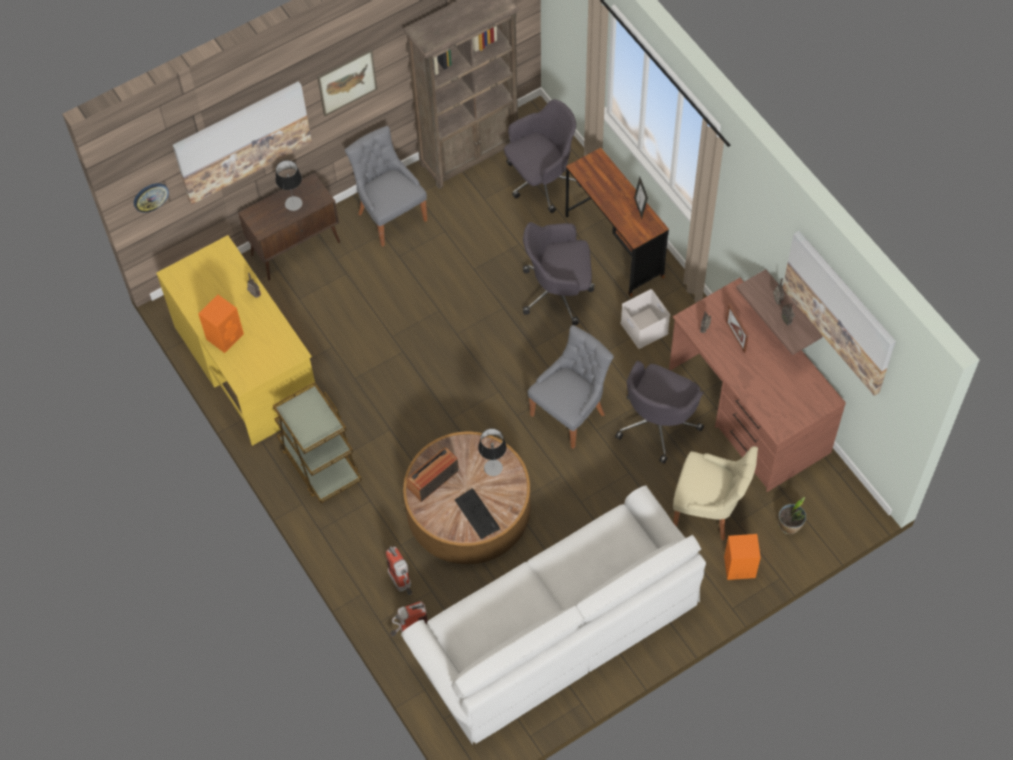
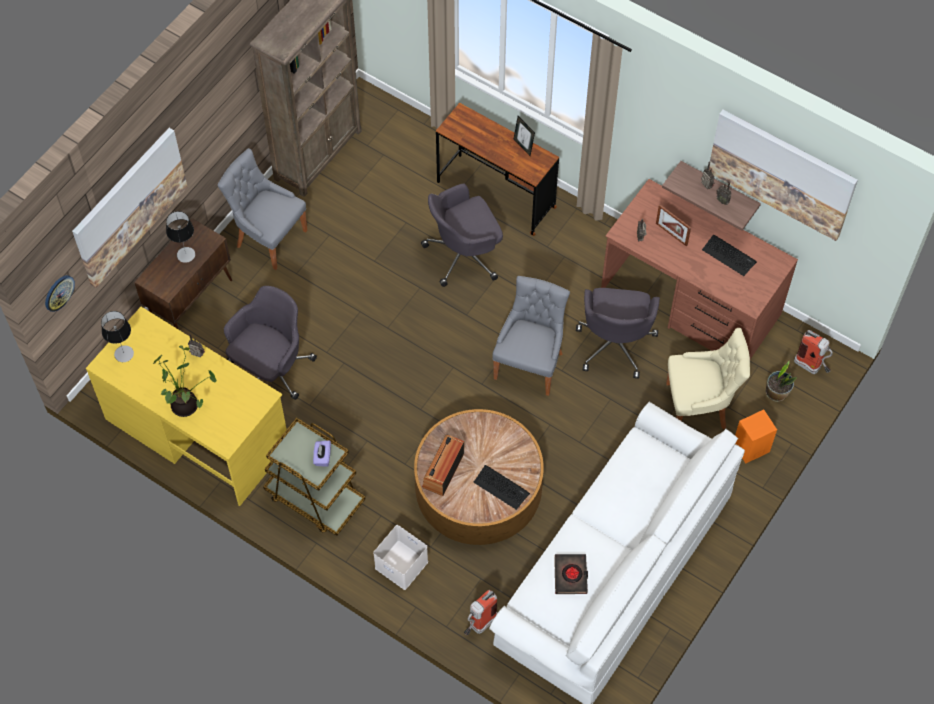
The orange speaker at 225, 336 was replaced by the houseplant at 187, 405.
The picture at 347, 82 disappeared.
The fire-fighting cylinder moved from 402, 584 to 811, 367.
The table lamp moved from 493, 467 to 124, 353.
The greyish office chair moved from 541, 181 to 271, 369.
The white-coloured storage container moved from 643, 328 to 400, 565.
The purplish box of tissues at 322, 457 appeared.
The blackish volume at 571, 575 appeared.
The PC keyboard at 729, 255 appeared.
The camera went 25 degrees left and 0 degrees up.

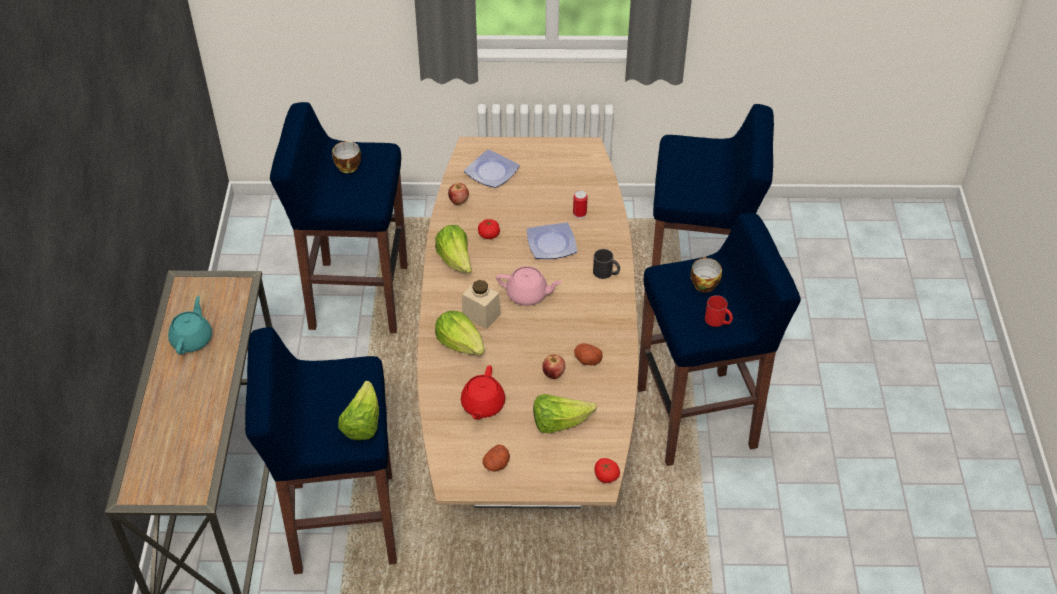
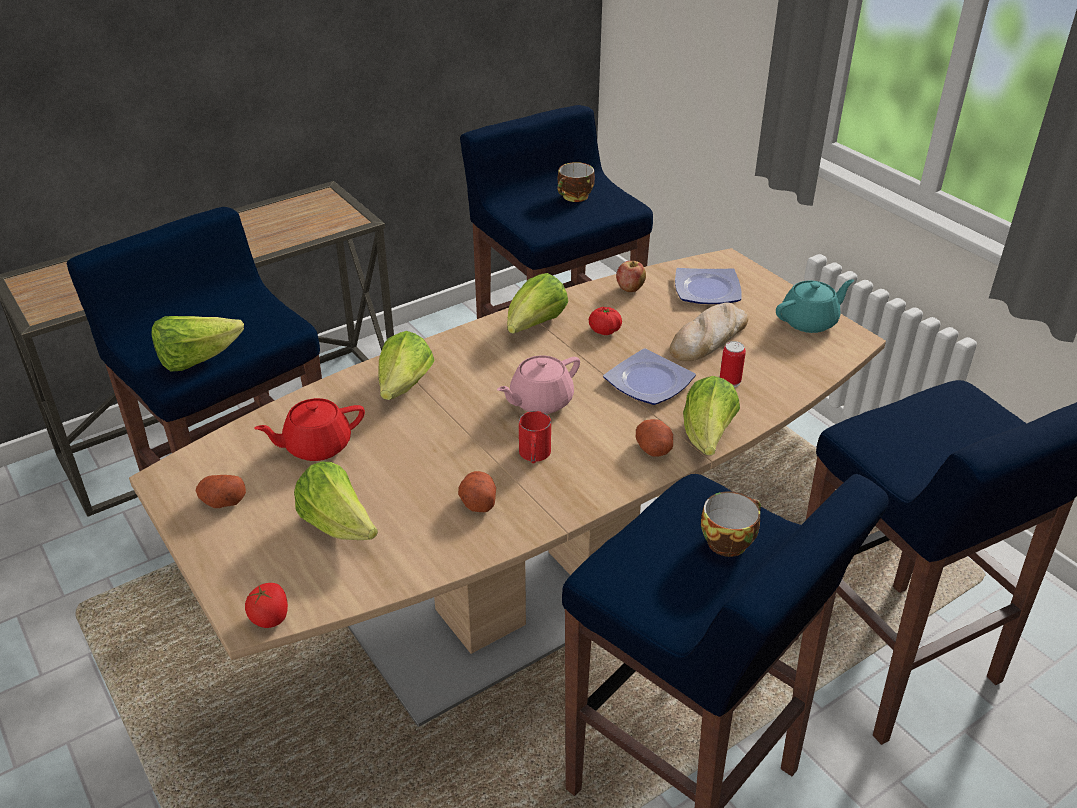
The turquoise tea pot moved from 192, 339 to 810, 321.
The sand-coloured storage jar at 481, 315 disappeared.
The pink tea pot at 528, 295 turned 75 degrees clockwise.
The apple at 553, 374 disappeared.
The blackish mug at 606, 273 was replaced by the spud at 654, 449.
The red mug moved from 718, 321 to 534, 455.
The bread at 708, 337 appeared.
The head of lettuce at 707, 437 appeared.
The camera went 55 degrees right and 10 degrees down.

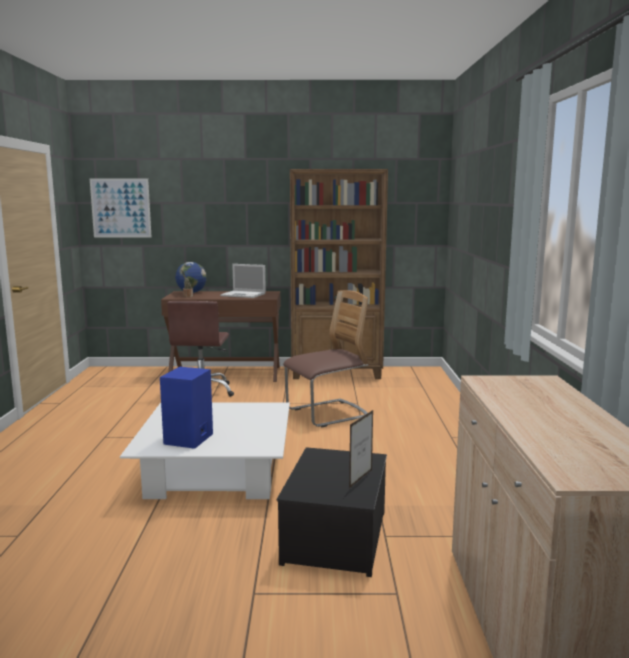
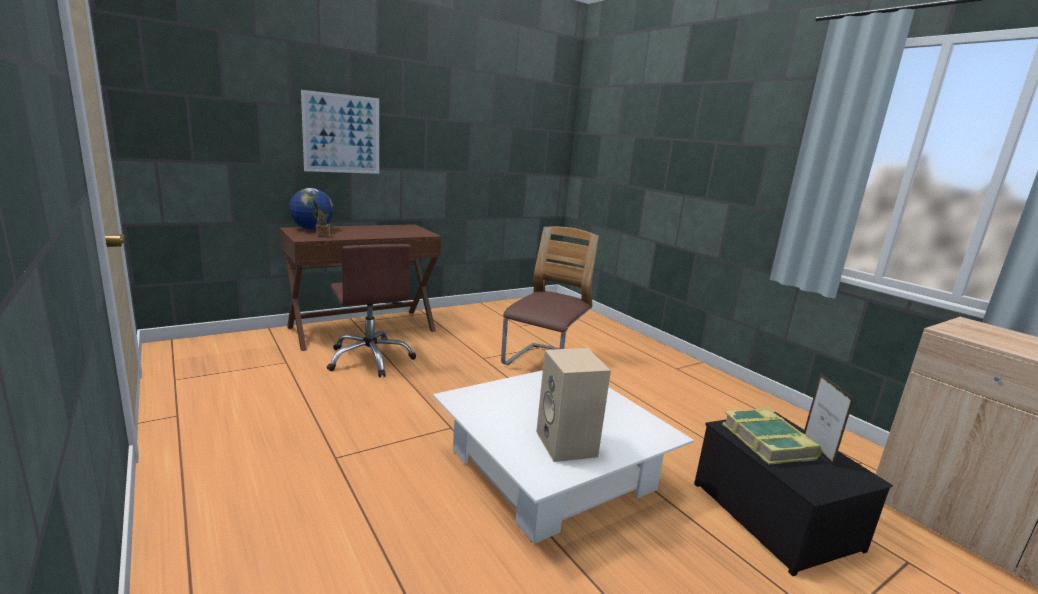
The picture moved from 121, 208 to 342, 134.
The blue-coloured speaker at 189, 439 became the sand-coloured speaker at 568, 445.
The portable computer at 244, 295 disappeared.
The brown-coloured bookcase at 337, 373 disappeared.
The volume at 768, 441 appeared.
The camera went 35 degrees left and 5 degrees up.

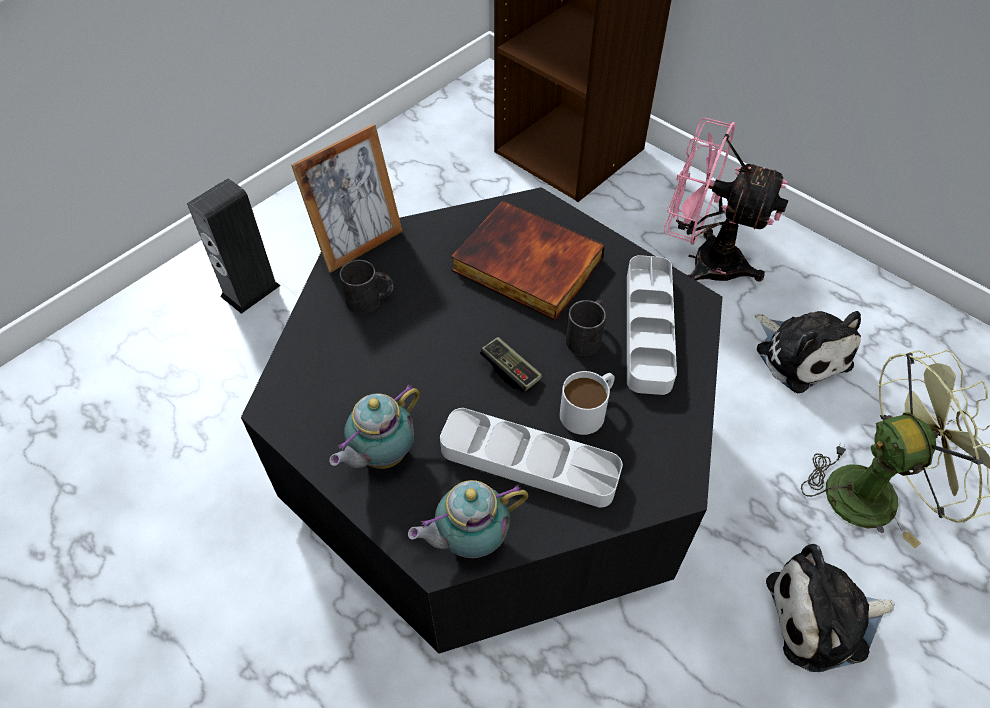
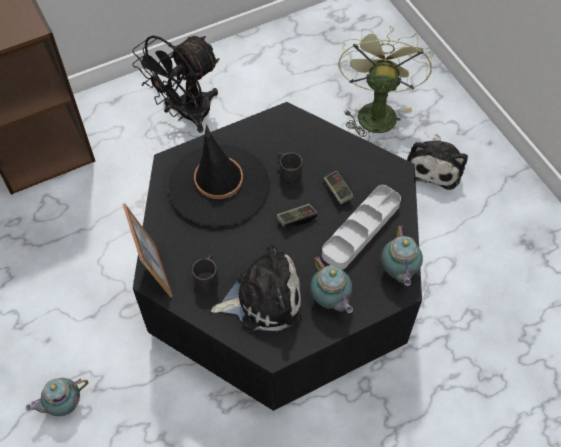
The speaker at 250, 291 was replaced by the tea pot at 63, 405.
The volume at 525, 266 was replaced by the blackish hat at 219, 185.
The white-coloured mug at 588, 409 was replaced by the joypad at 338, 191.
The greyish carrying tray at 648, 328 disappeared.
The pink fan at 703, 261 became the blackish fan at 186, 114.
The cuddly toy moved from 800, 353 to 263, 298.
The camera went 70 degrees left and 5 degrees up.

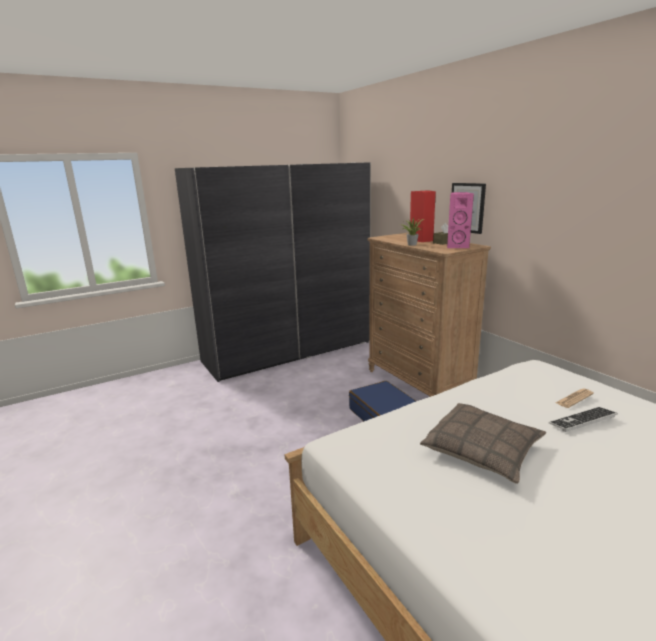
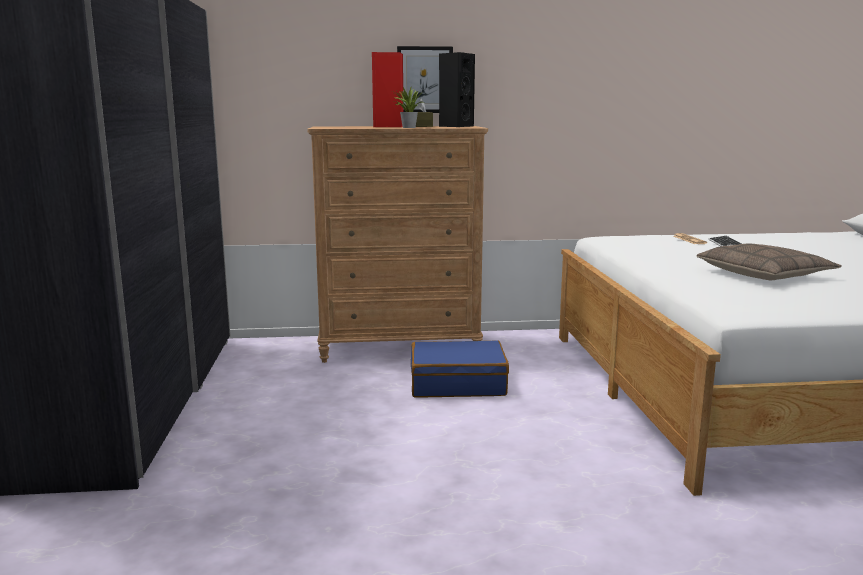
The pink speaker at 457, 246 became the blackish speaker at 455, 126.
The camera went 65 degrees left and 5 degrees down.

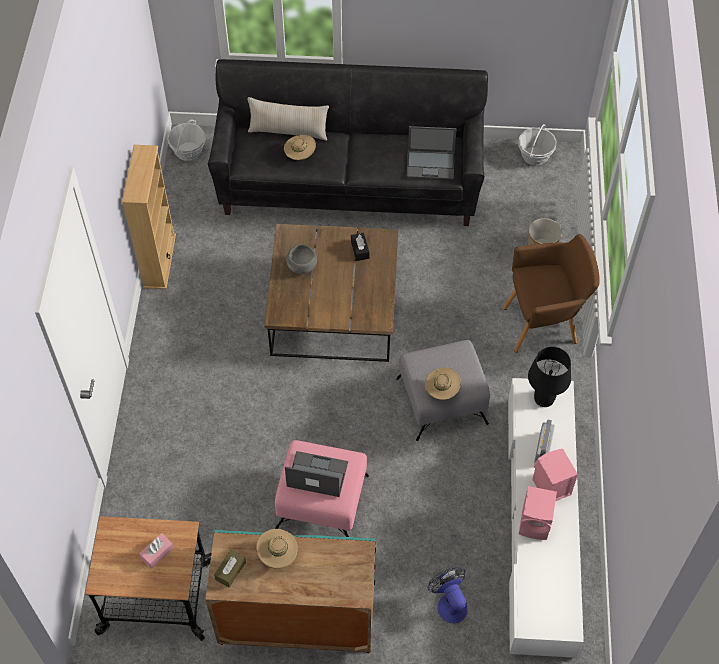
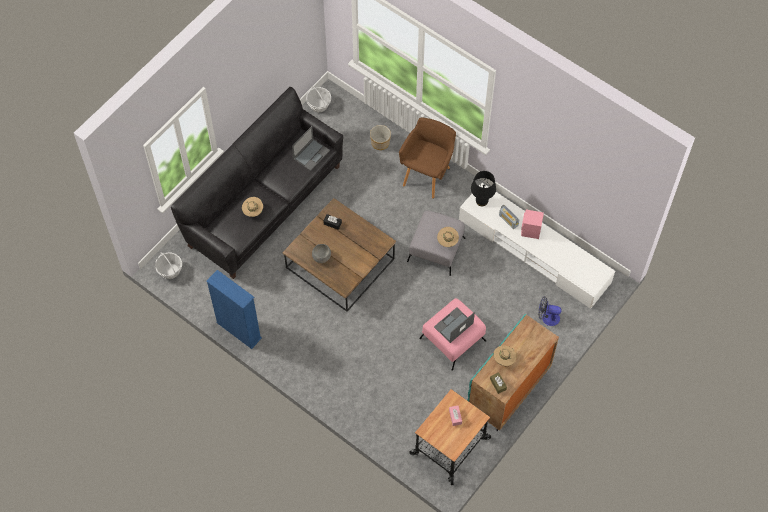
The sand-coloured bookcase at 159, 261 became the blue-coloured bookcase at 239, 330.
The sand-coloured cushion at 288, 131 disappeared.
The pink speaker at 536, 524 disappeared.
The camera went 55 degrees left and 5 degrees up.

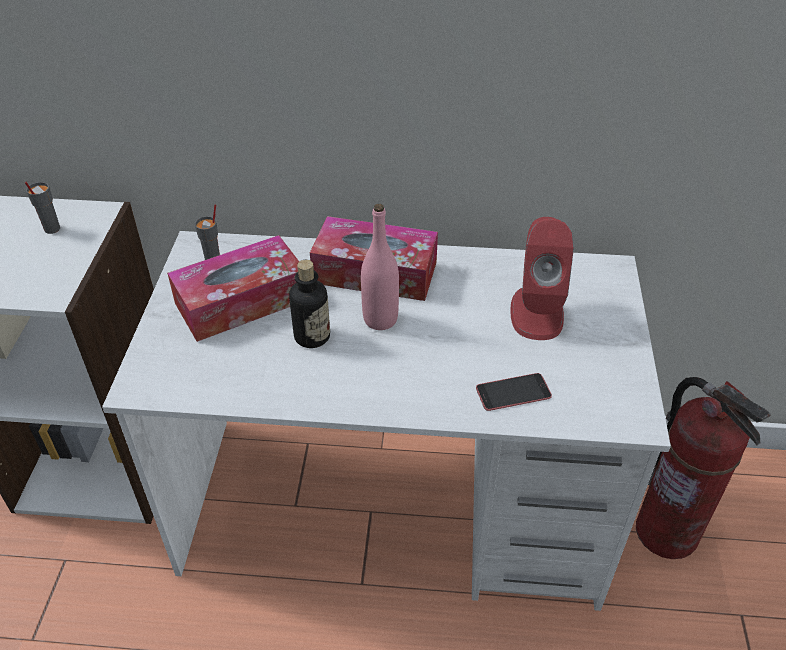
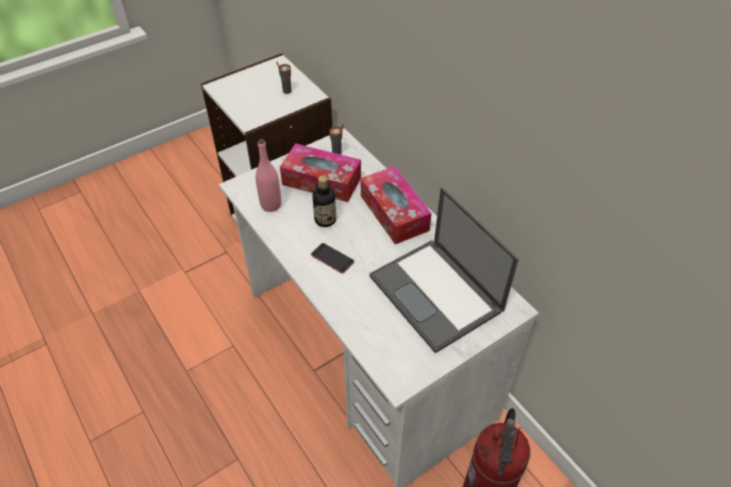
The pink beverage bottle moved from 380, 319 to 271, 205.
The handset moved from 513, 392 to 332, 258.
The red speaker at 536, 312 was replaced by the portable computer at 437, 294.
The camera went 50 degrees right and 5 degrees up.

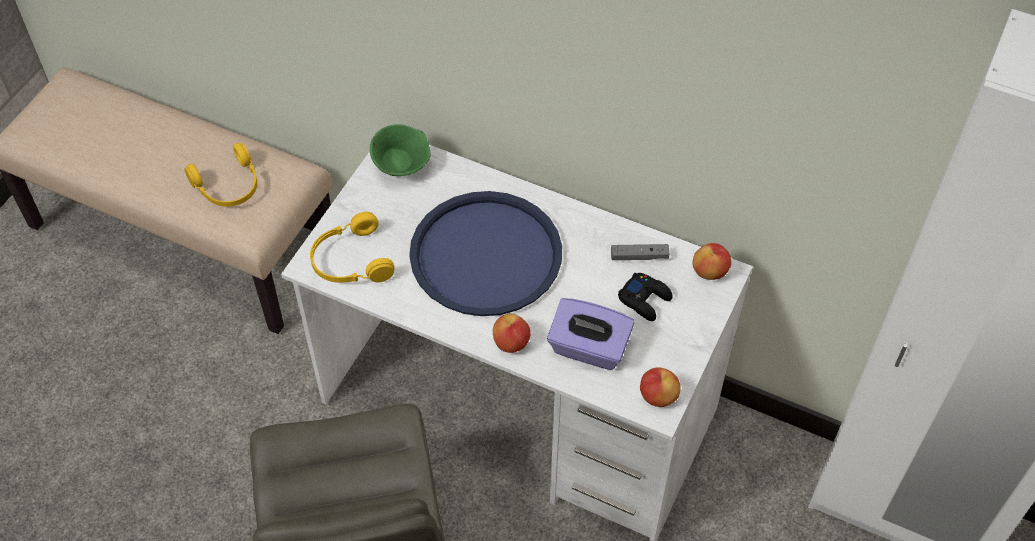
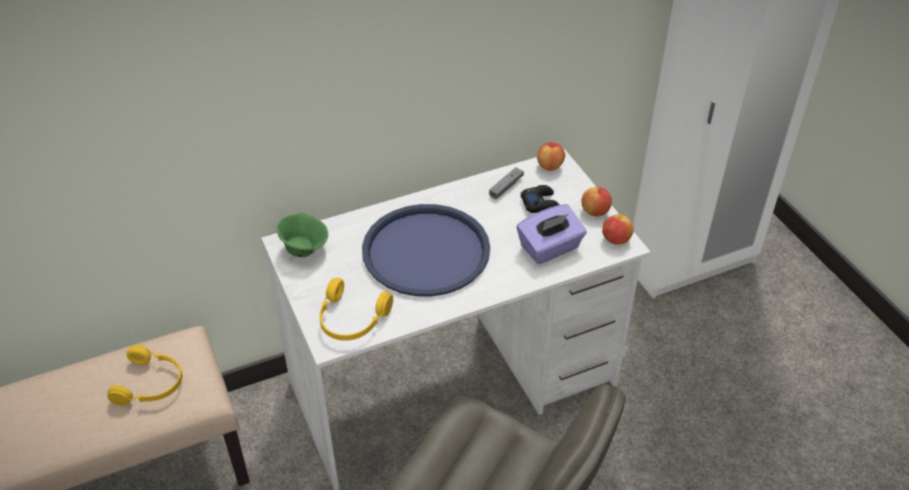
The apple moved from 511, 343 to 595, 212.
The camera went 50 degrees left and 10 degrees down.

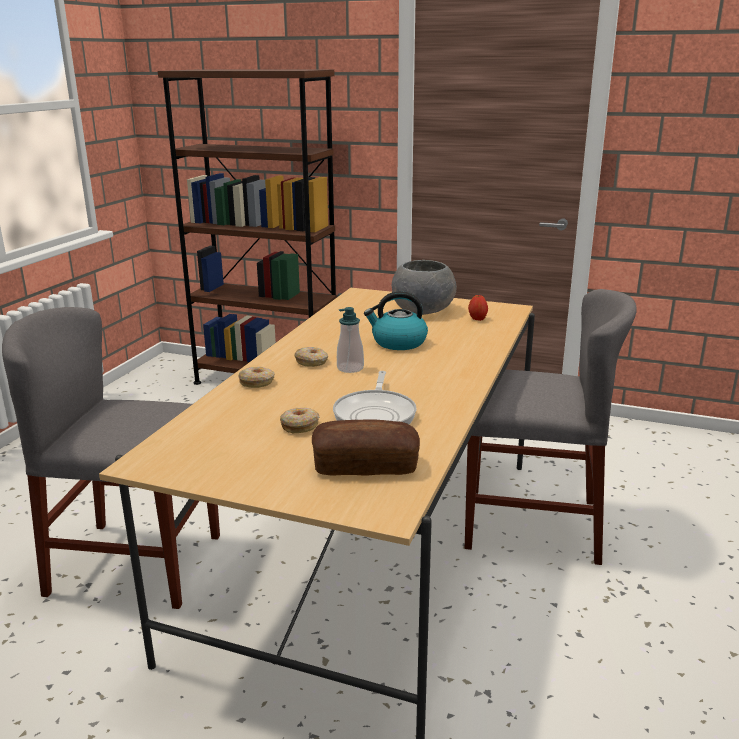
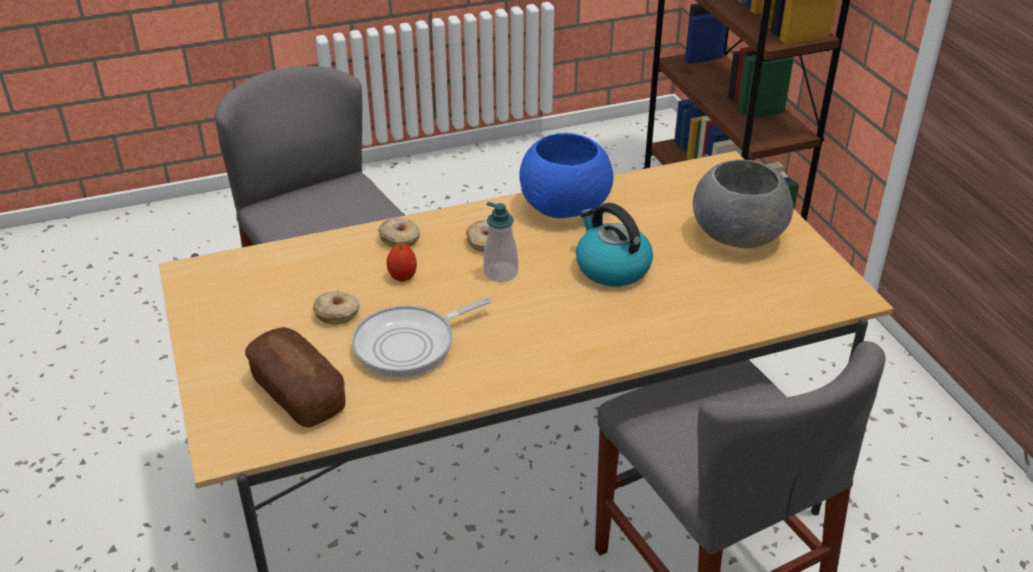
The apple moved from 477, 319 to 403, 276.
The blue-coloured bowl at 566, 205 appeared.
The camera went 50 degrees right and 15 degrees up.

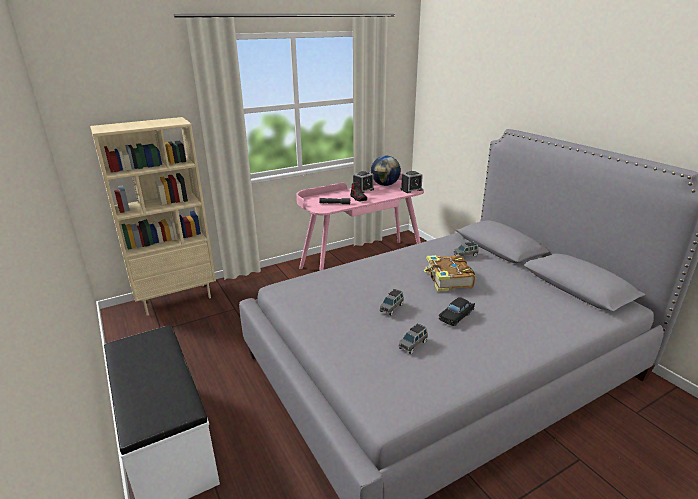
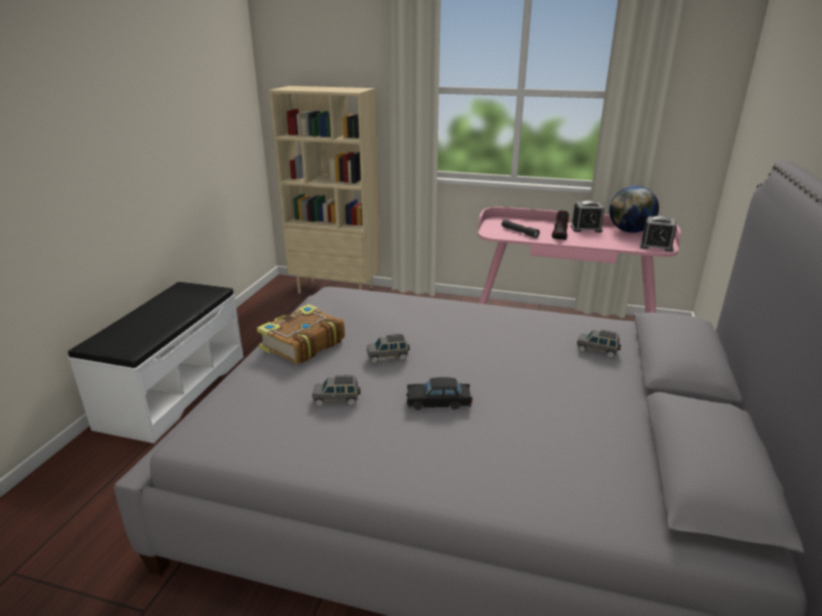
The volume moved from 448, 279 to 301, 344.
The camera went 45 degrees right and 0 degrees up.

